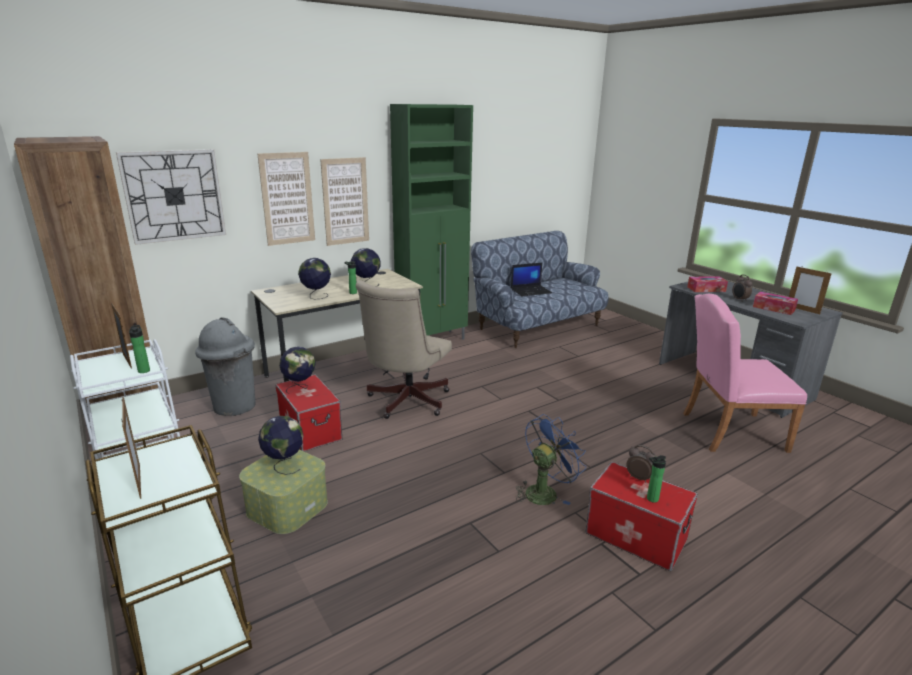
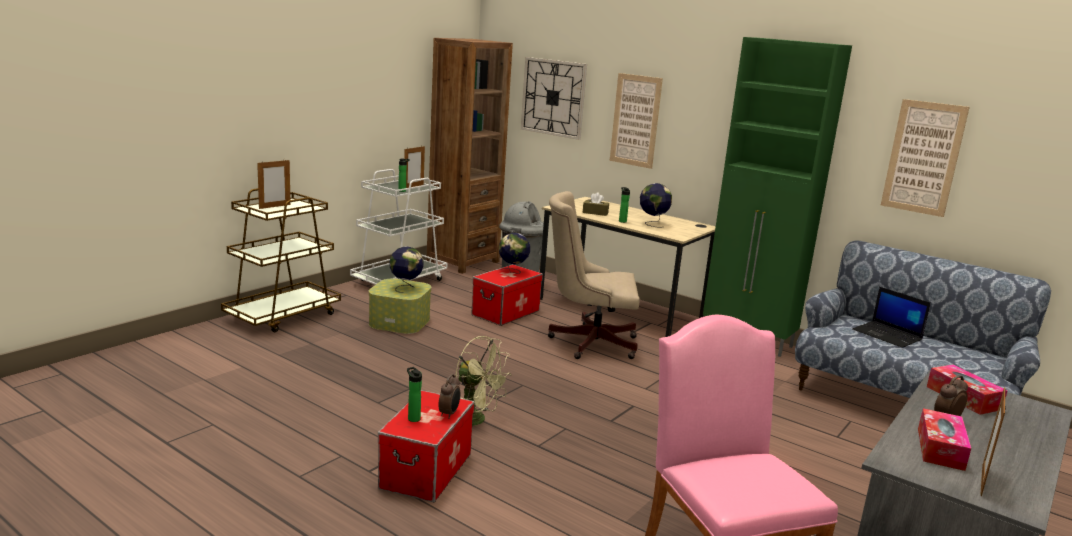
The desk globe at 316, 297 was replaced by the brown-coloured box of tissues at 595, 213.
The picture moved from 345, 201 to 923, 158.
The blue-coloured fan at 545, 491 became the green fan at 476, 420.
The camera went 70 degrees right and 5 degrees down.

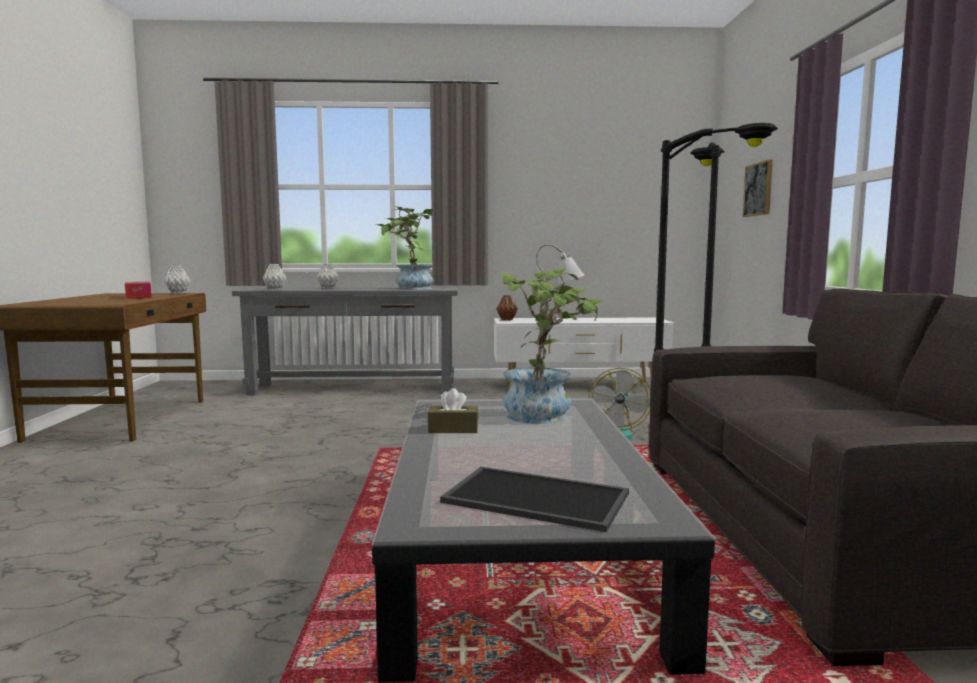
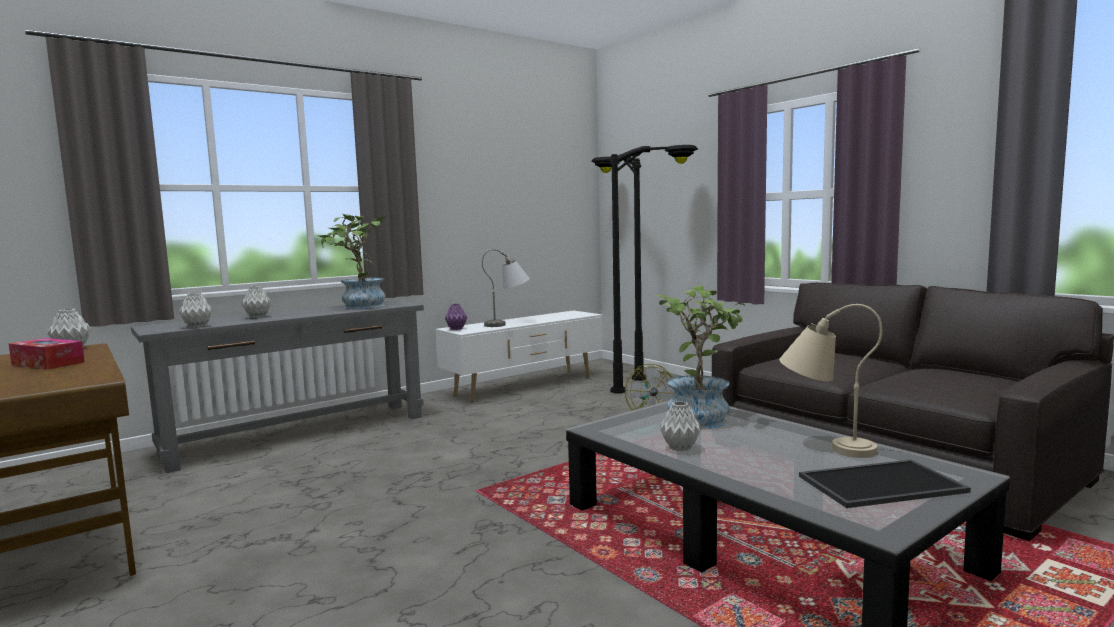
The brown-coloured box of tissues at 453, 429 was replaced by the greyish decorative vase at 679, 448.
The brown-coloured decorative vase at 506, 319 became the purplish decorative vase at 456, 329.
The picture at 758, 189 disappeared.
The sand-coloured table lamp at 823, 445 appeared.
The camera went 35 degrees left and 0 degrees up.

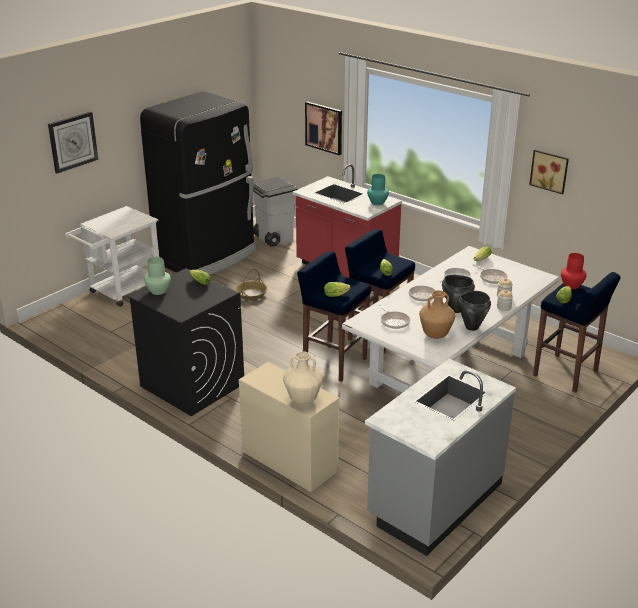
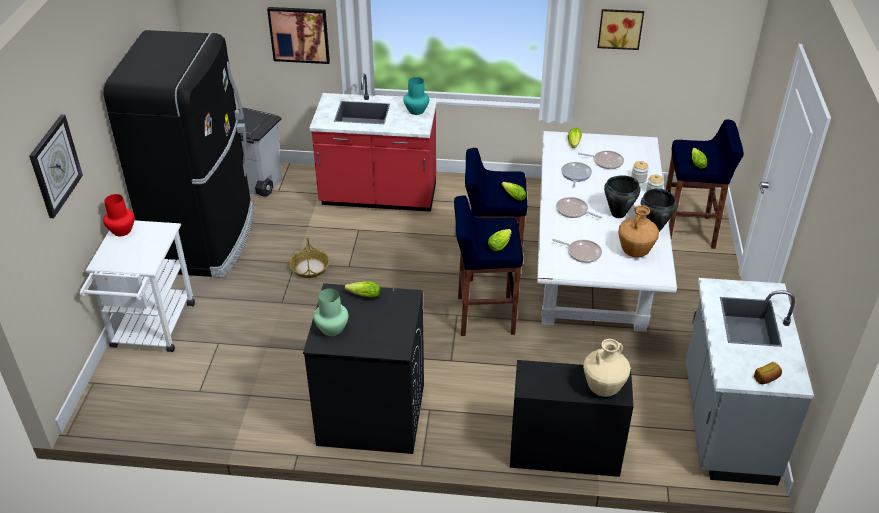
The sand-coloured chest of drawers at 289, 460 became the blackish chest of drawers at 563, 452.
The red decorative vase moved from 571, 285 to 122, 230.
The bread at 767, 378 appeared.
The camera went 35 degrees left and 10 degrees up.

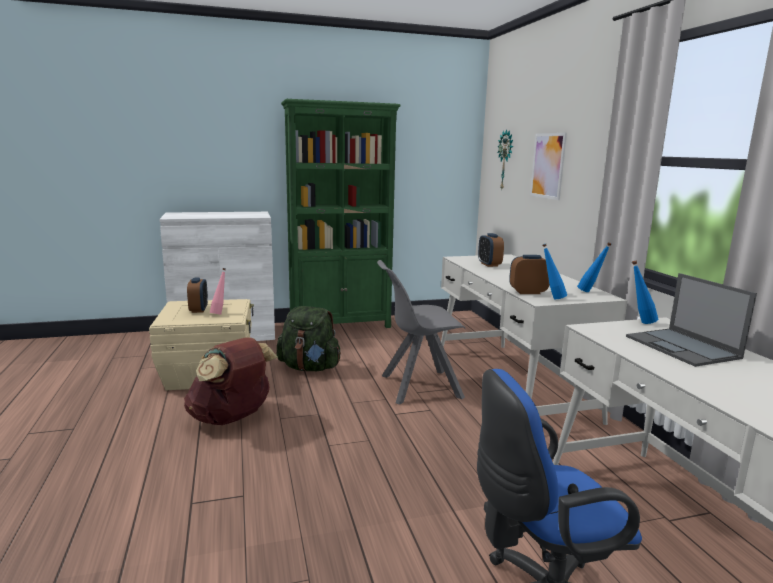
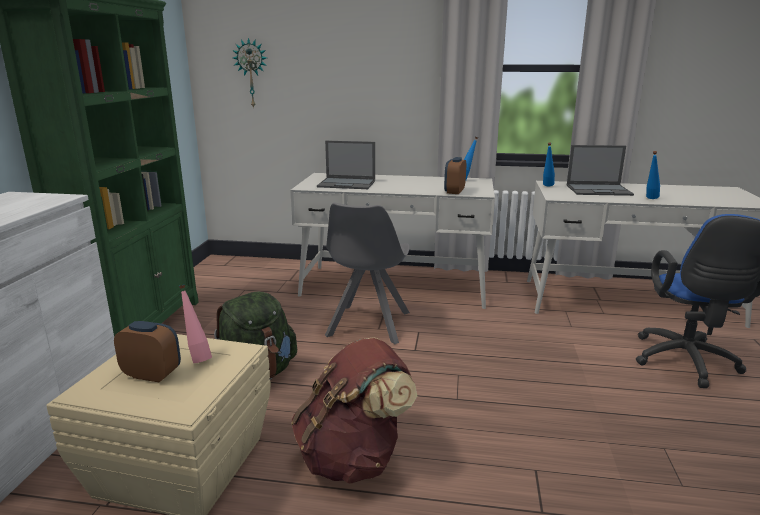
The alarm clock at 489, 264 was replaced by the portable computer at 347, 184.
The picture at 548, 165 disappeared.
The blue-coloured beverage bottle moved from 551, 298 to 650, 199.
The camera went 65 degrees left and 5 degrees up.

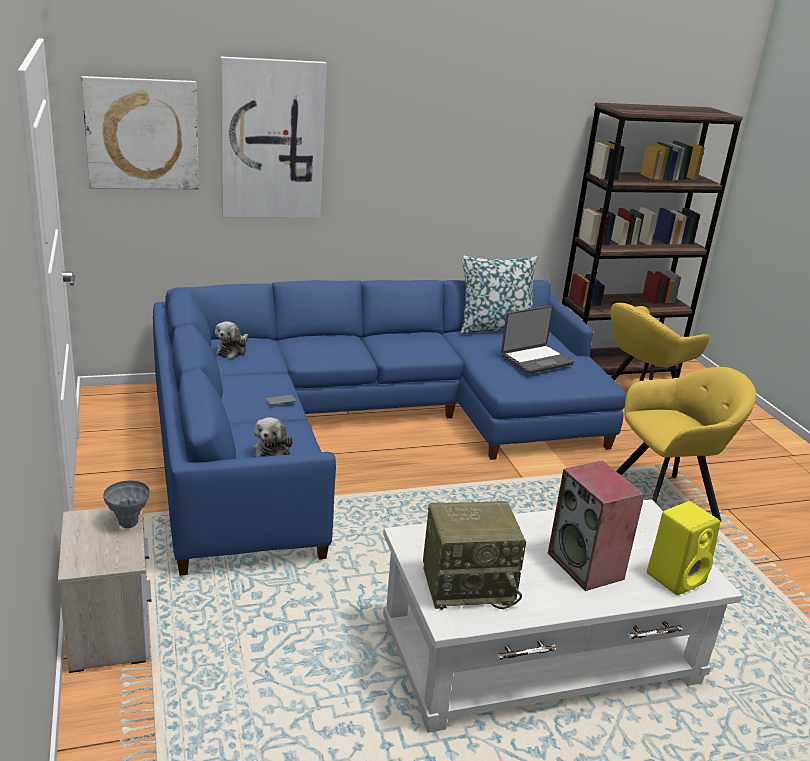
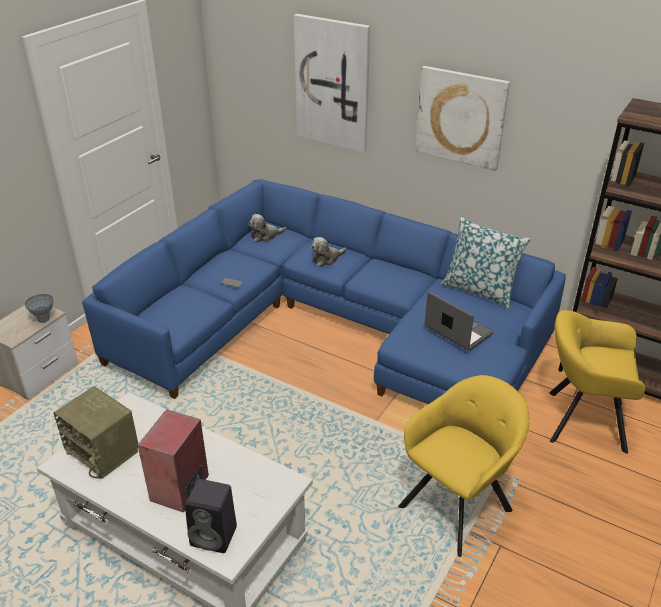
The picture moved from 142, 134 to 461, 117.
The cuddly toy moved from 273, 450 to 327, 259.
The portable computer at 536, 360 turned 150 degrees counterclockwise.
The yellowish easy chair at 667, 500 turned 75 degrees counterclockwise.
The yellowish speaker at 676, 577 became the blackish speaker at 215, 536.
The camera went 50 degrees right and 10 degrees up.

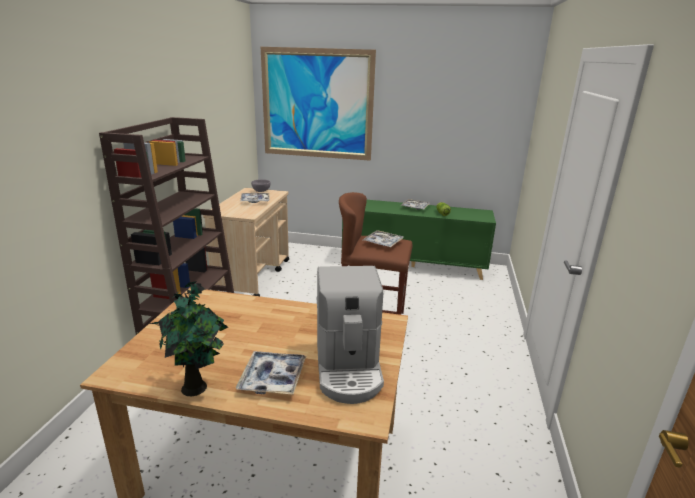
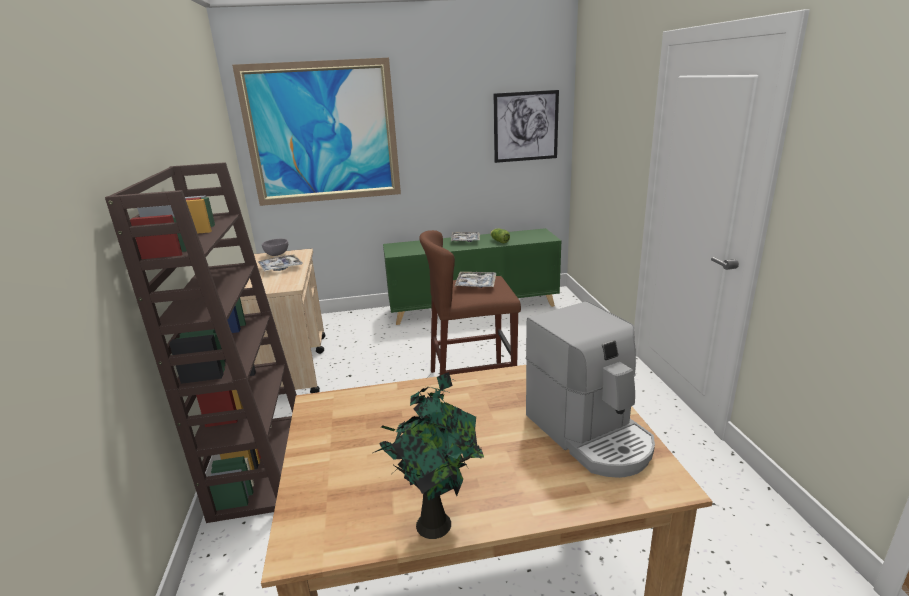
The carrying tray at 272, 378 disappeared.
The picture at 526, 126 appeared.
The camera went 20 degrees left and 0 degrees up.

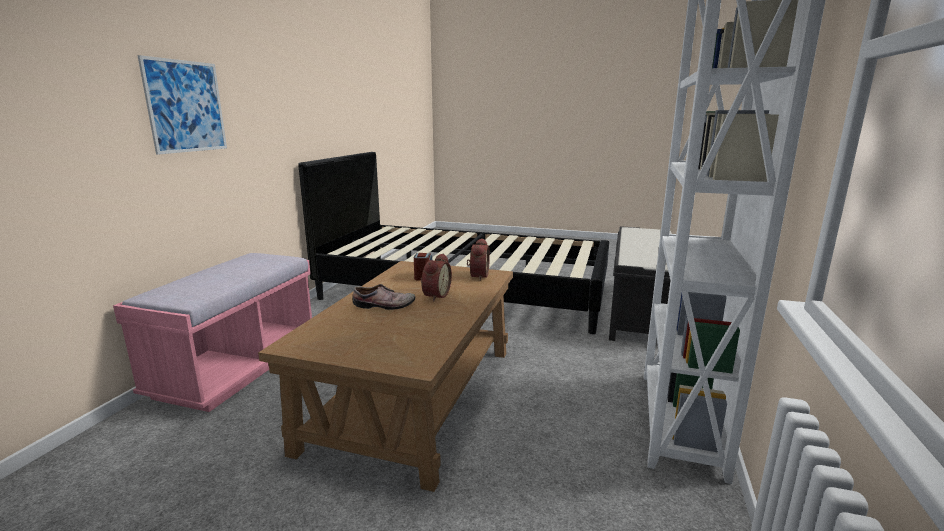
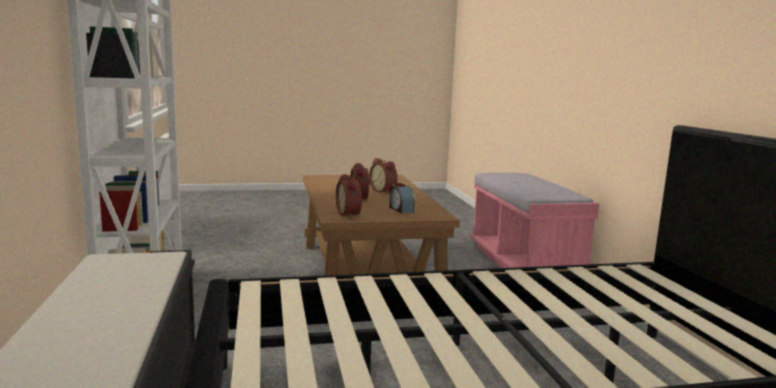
The picture at 186, 106 disappeared.
The low shoe at 384, 306 was replaced by the alarm clock at 384, 191.
The camera went 150 degrees right and 5 degrees down.

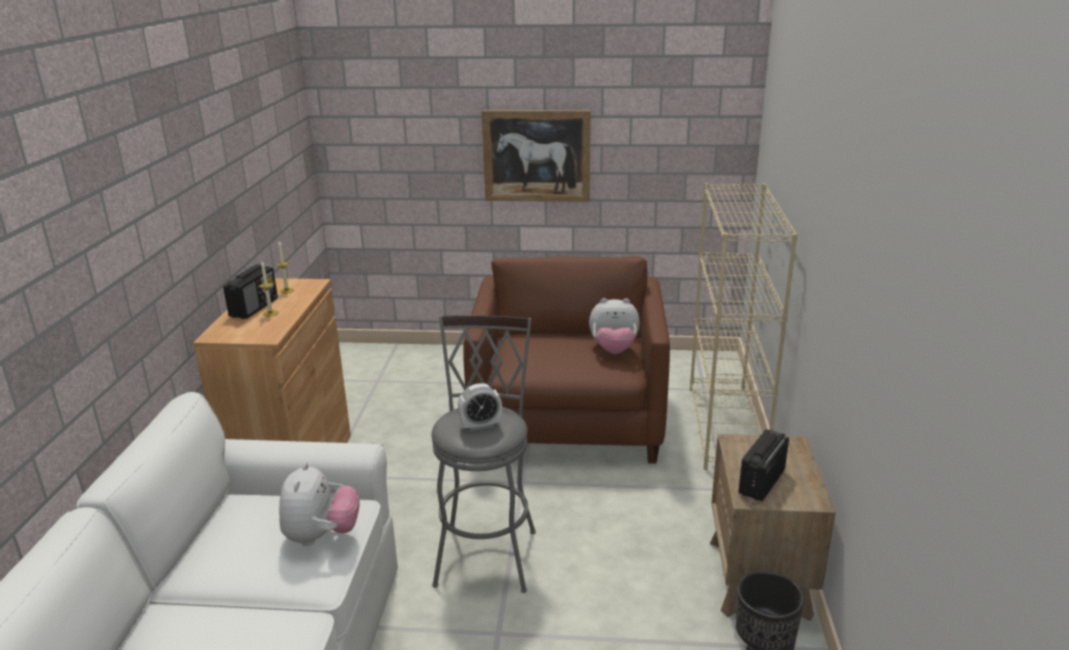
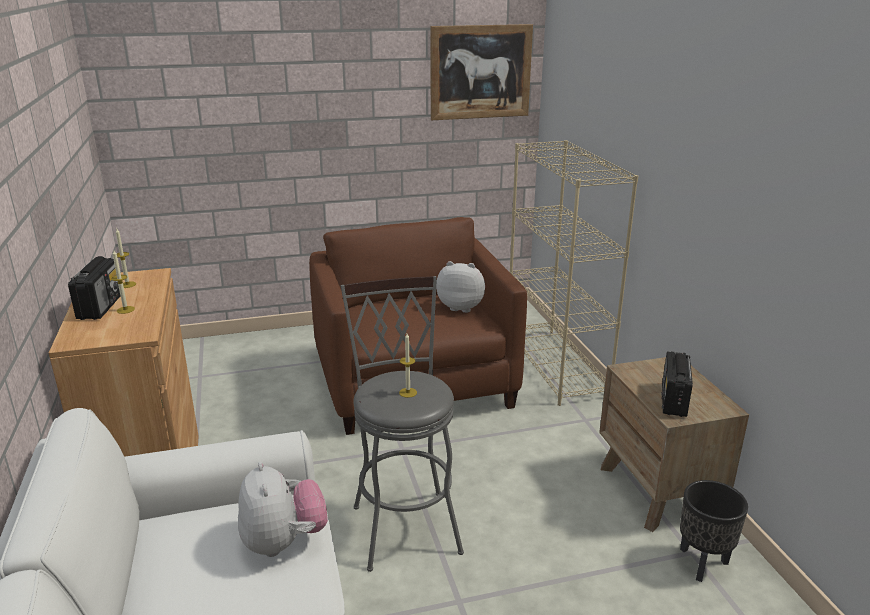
The alarm clock at 480, 426 was replaced by the candle at 408, 392.
The picture moved from 536, 156 to 480, 72.
The cuddly toy at 613, 350 turned 150 degrees counterclockwise.
The camera went 20 degrees left and 0 degrees up.

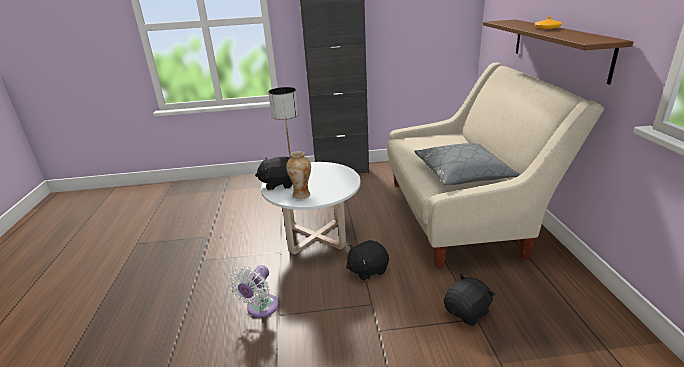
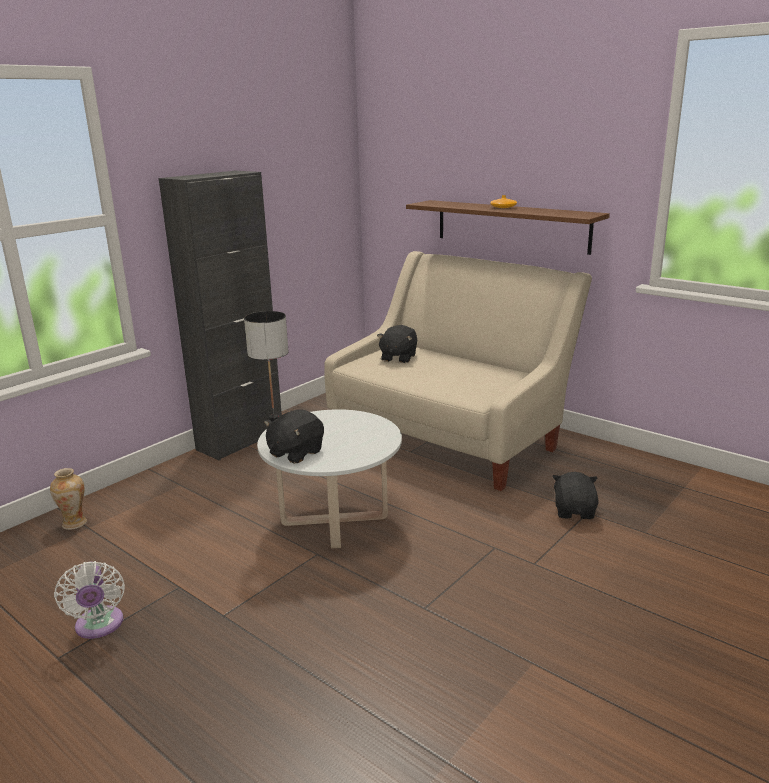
The white-coloured fan moved from 260, 308 to 99, 626.
The decorative vase moved from 301, 195 to 74, 523.
The blackish cuddly toy moved from 367, 270 to 398, 358.
The greyish cushion at 462, 173 disappeared.
The camera went 45 degrees left and 5 degrees down.

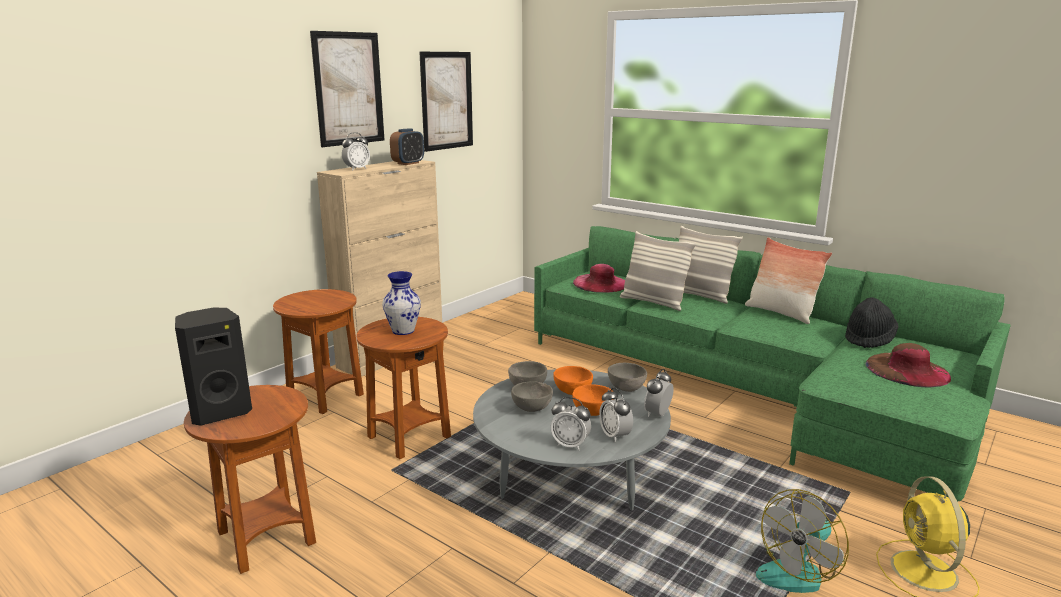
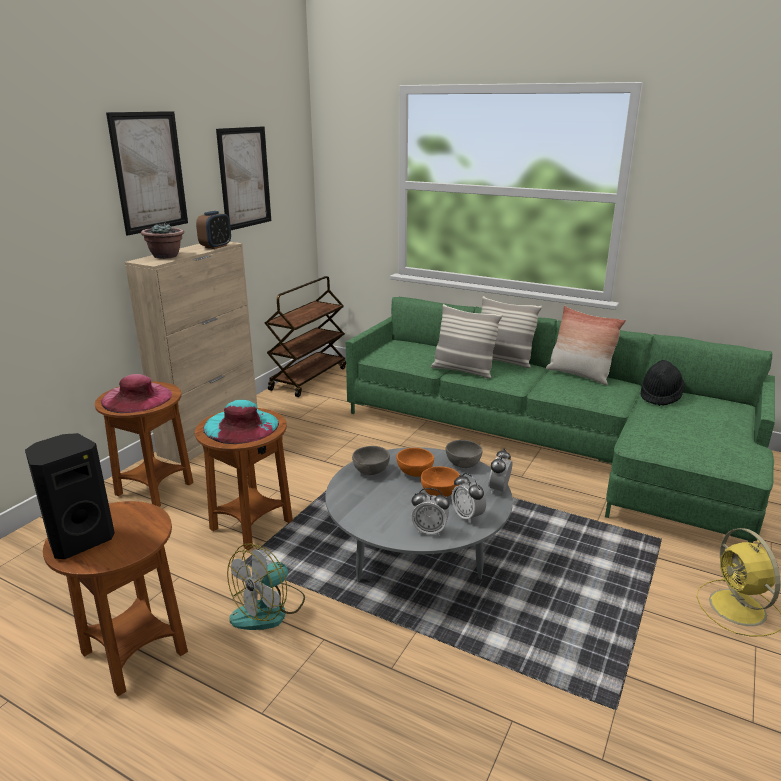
The alarm clock at 357, 169 was replaced by the houseplant at 166, 256.
The decorative vase at 402, 331 was replaced by the turquoise hat at 241, 426.
The greyish bowl at 532, 409 disappeared.
The pink hat moved from 600, 283 to 136, 398.
The fan moved from 797, 571 to 269, 609.
The brown-coloured hat at 907, 370 disappeared.
The brown-coloured trolley at 308, 378 appeared.
The camera went 10 degrees left and 5 degrees up.

